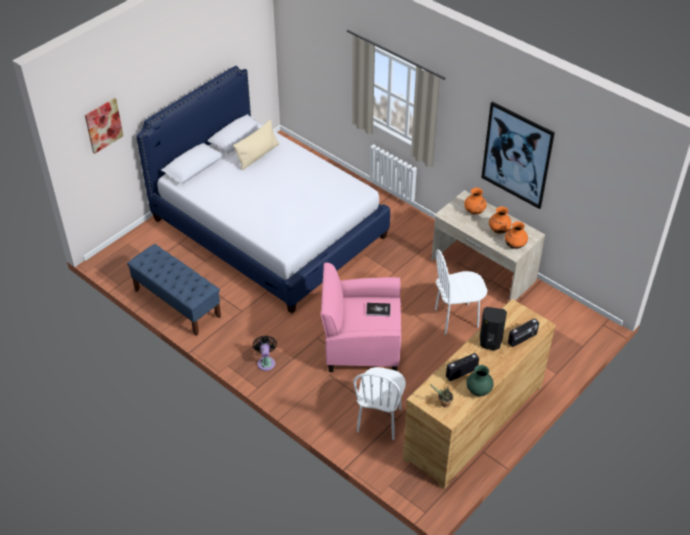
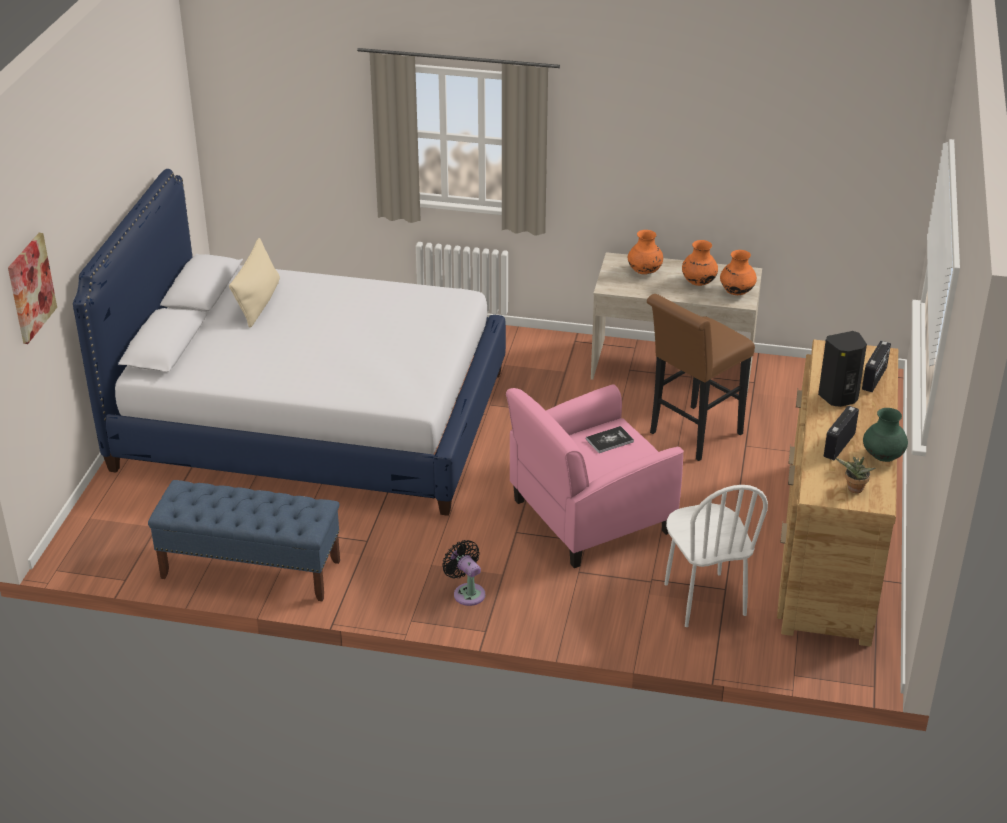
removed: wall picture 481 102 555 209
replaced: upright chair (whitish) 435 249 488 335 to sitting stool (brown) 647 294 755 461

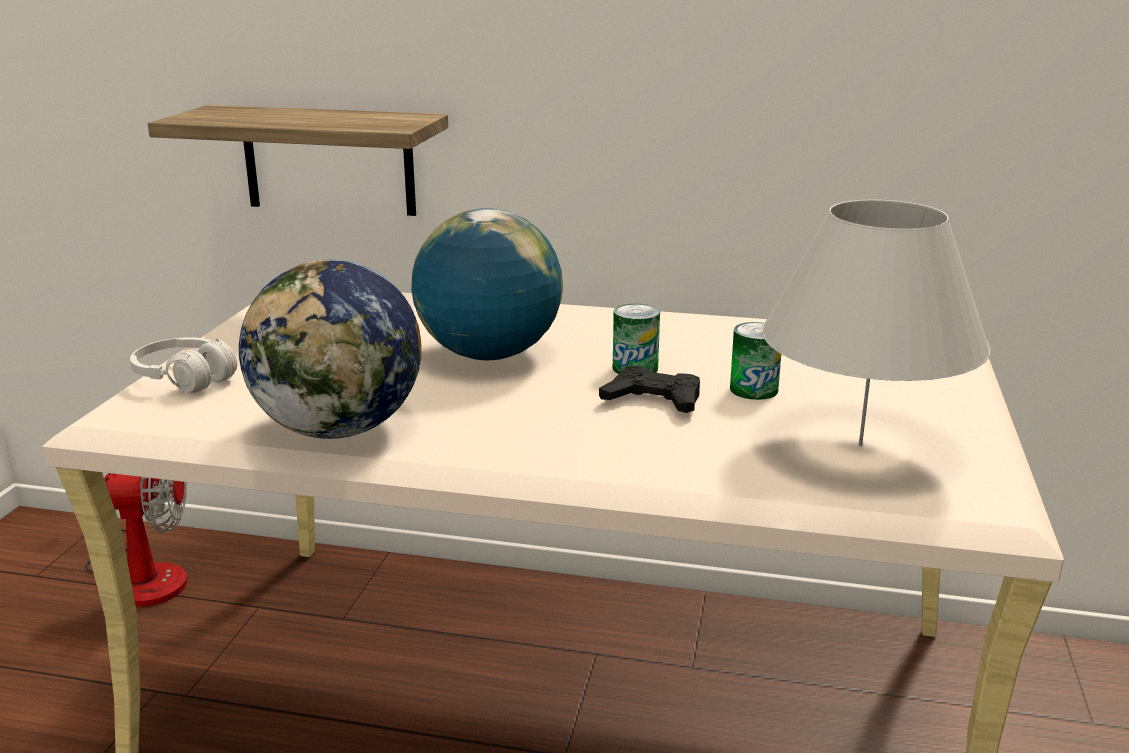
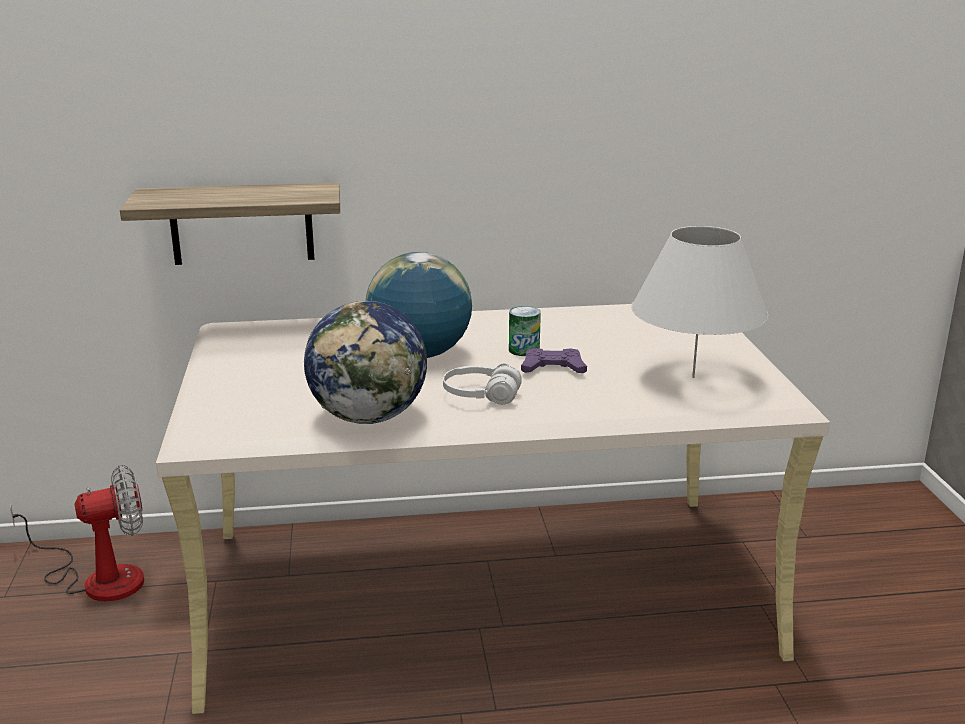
removed: sealed can 730 322 781 400
moved: pair of headphones (whitish) 130 337 237 393 to 443 364 522 405
recoloured: gamepad (black) 599 366 700 413 to gamepad (purple) 521 348 587 373

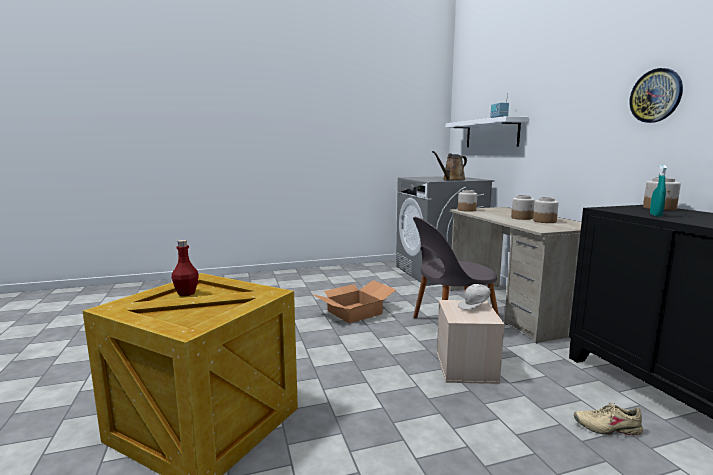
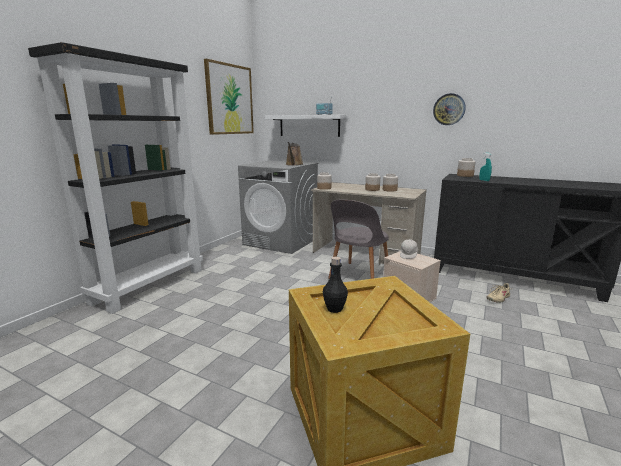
removed: packing box 312 280 396 324
added: bookcase (black) 28 42 203 314; wall picture 204 59 254 135
recoloured: bottle (red) 172 240 199 296 to bottle (black) 323 257 348 313

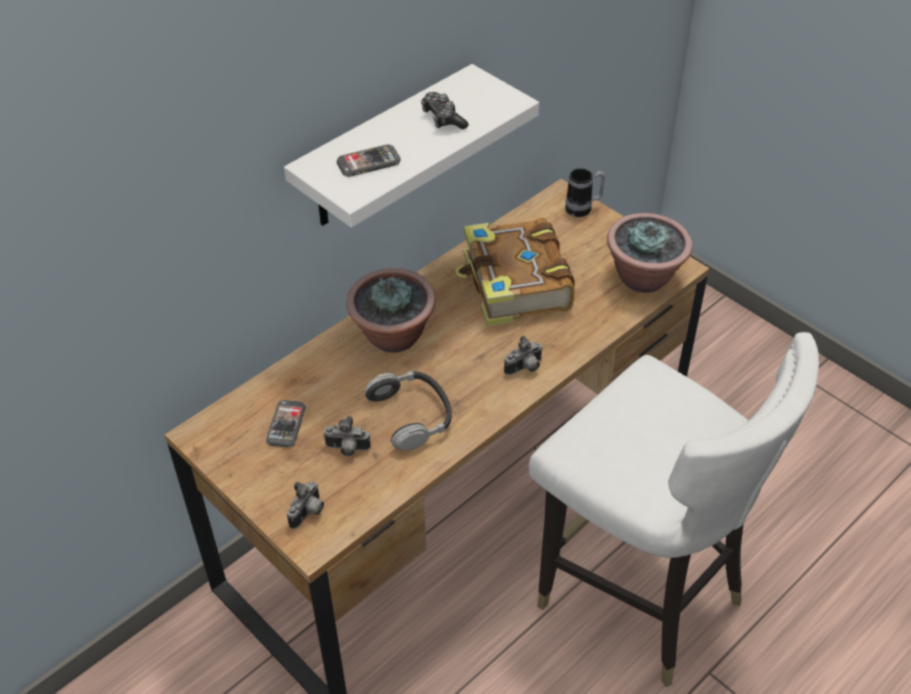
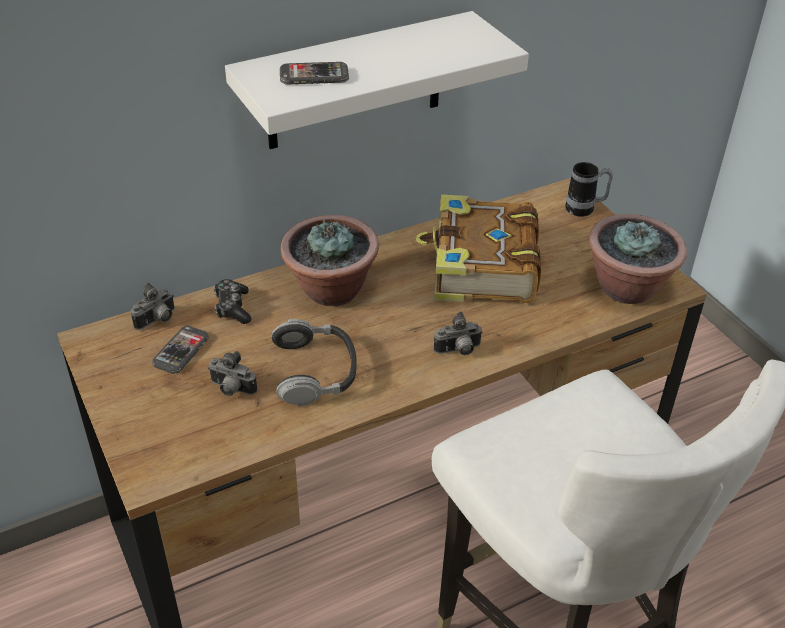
moved: still camera 287 481 324 529 to 131 283 175 330; gamepad 421 92 469 130 to 213 279 251 324

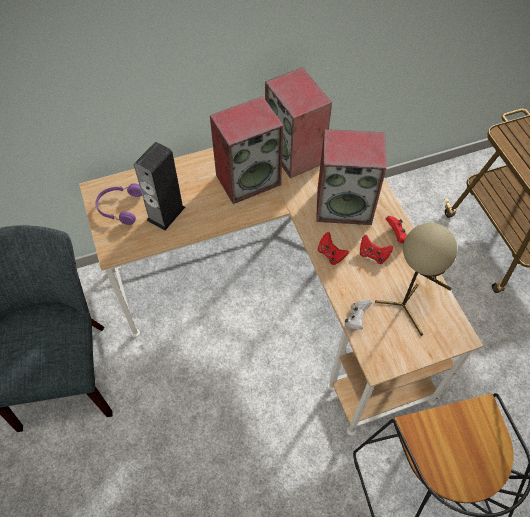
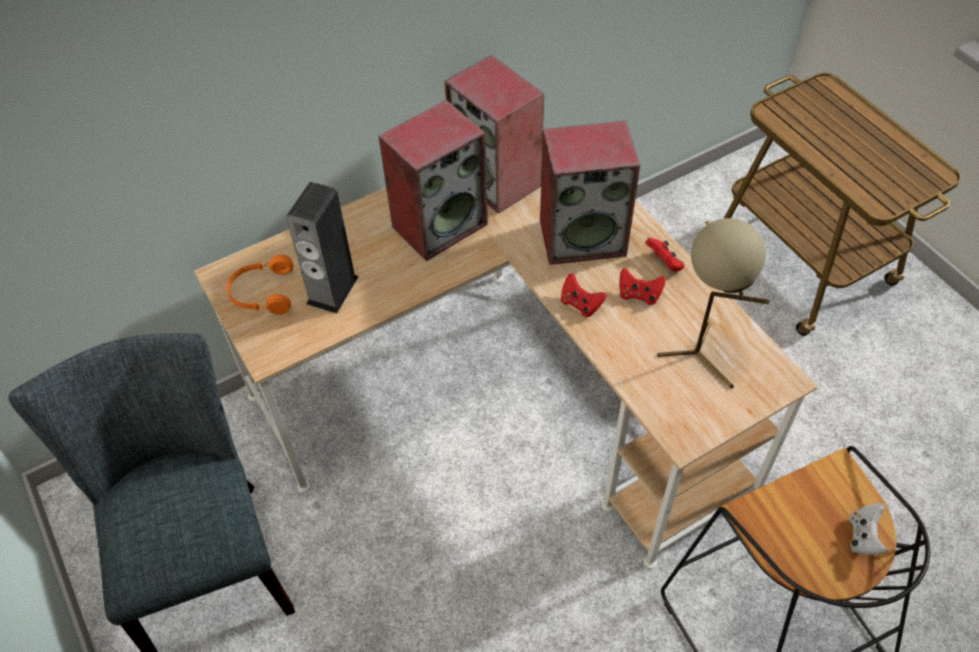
moved: gamepad (whitish) 345 299 372 330 to 849 503 887 555
recoloured: pair of headphones (purple) 96 183 142 225 to pair of headphones (orangey) 226 255 293 315

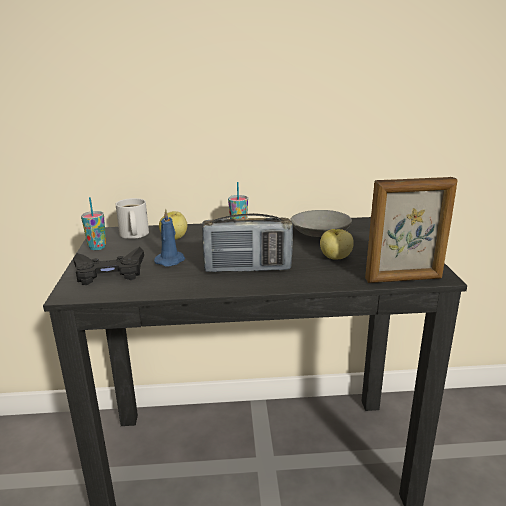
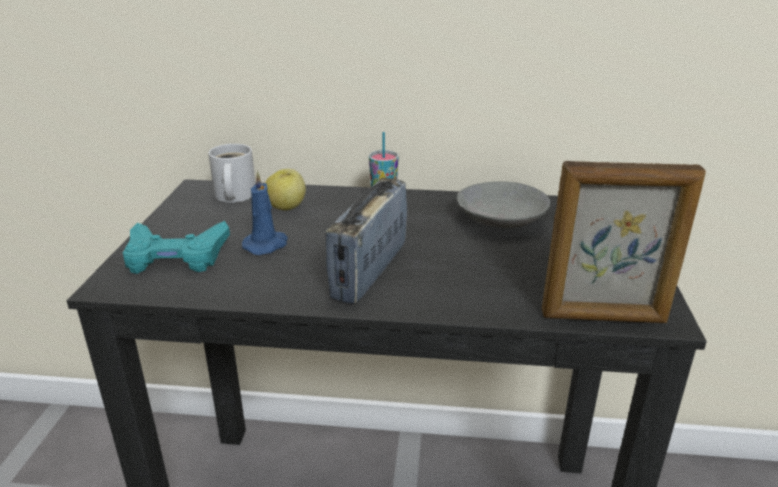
removed: cup 81 197 106 250; apple 320 229 354 260
recoloured: gamepad (black) 73 247 144 285 to gamepad (turquoise-coloured) 123 221 230 274
turned: radio 202 213 293 273 = 326 178 407 304 105 degrees clockwise

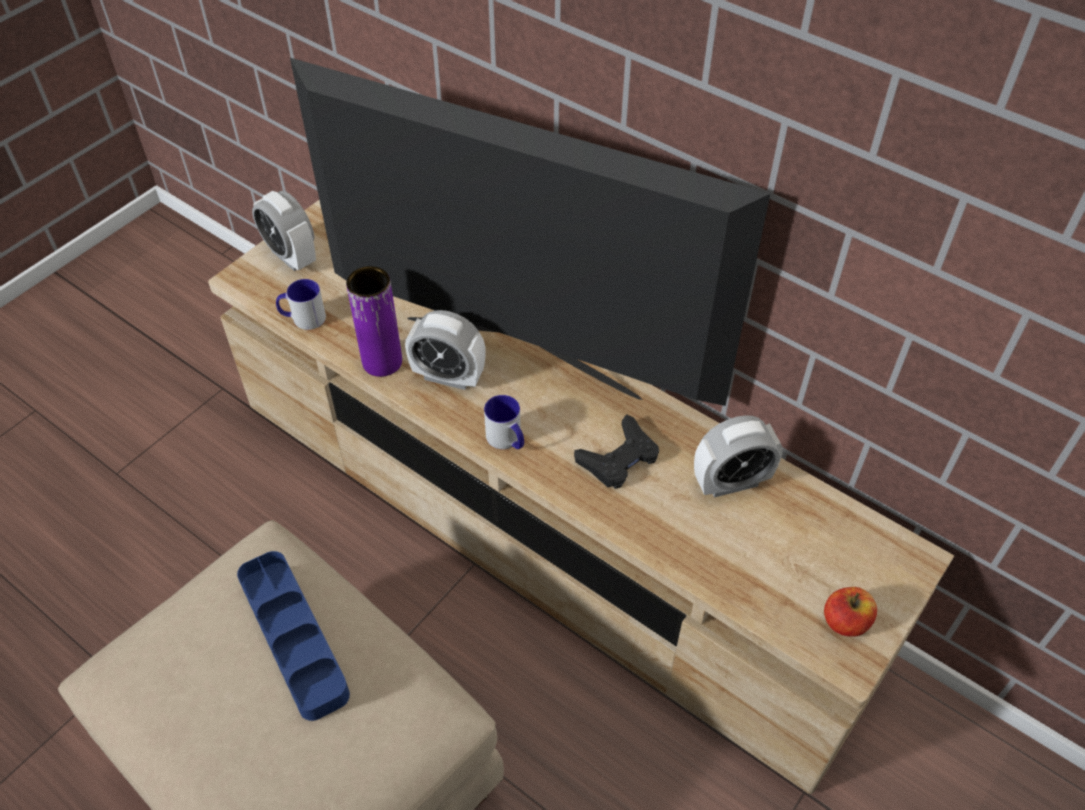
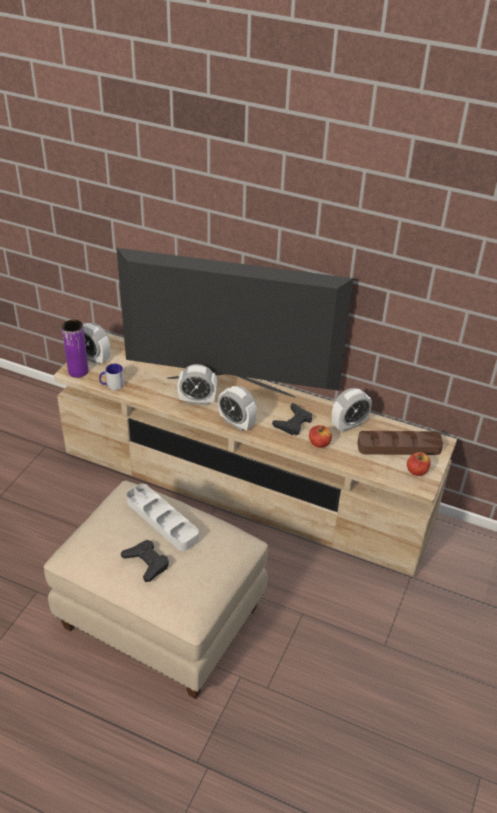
added: gamepad (black) 121 540 169 582; apple 309 425 332 448; carrying tray (brown) 357 431 443 455
moved: flower vase (purple) 346 266 402 377 to 62 320 89 378
replaced: coffee mug 484 395 524 449 to bedside clock 218 386 257 431
recoloured: carrying tray (blue-coloured) 237 551 350 721 to carrying tray (grey) 126 484 199 551

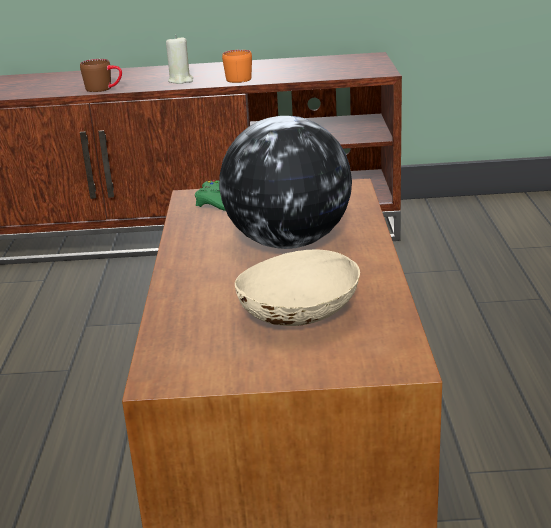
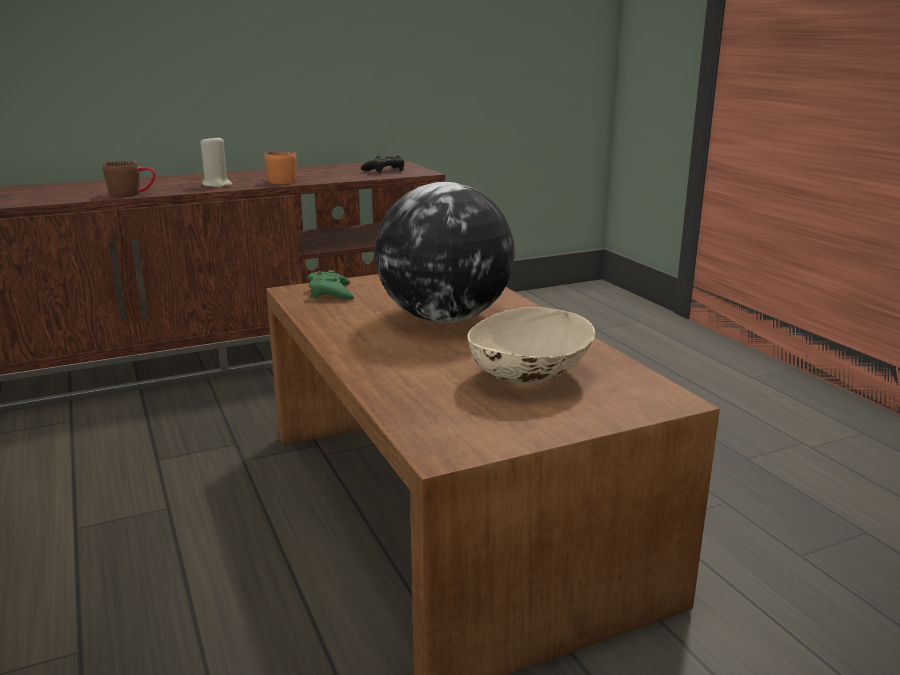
added: gamepad (black) 361 156 404 173

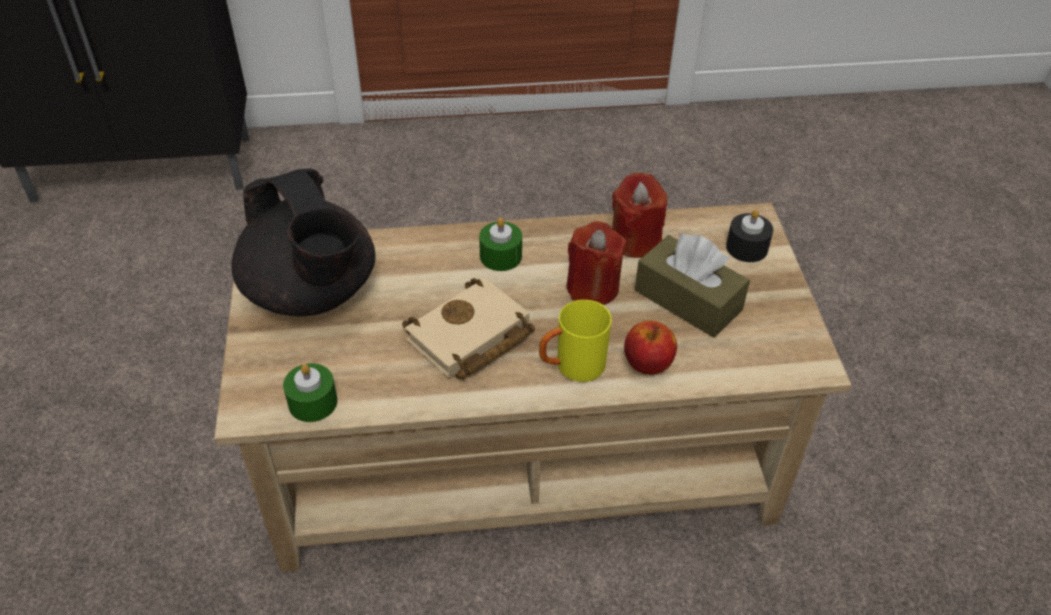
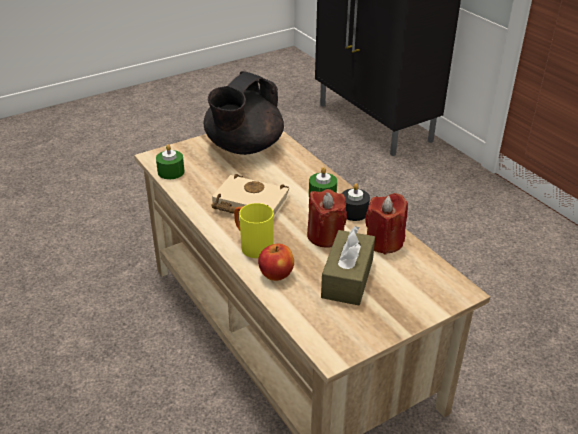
moved: wax light (black) 726 209 773 262 to 342 183 370 221

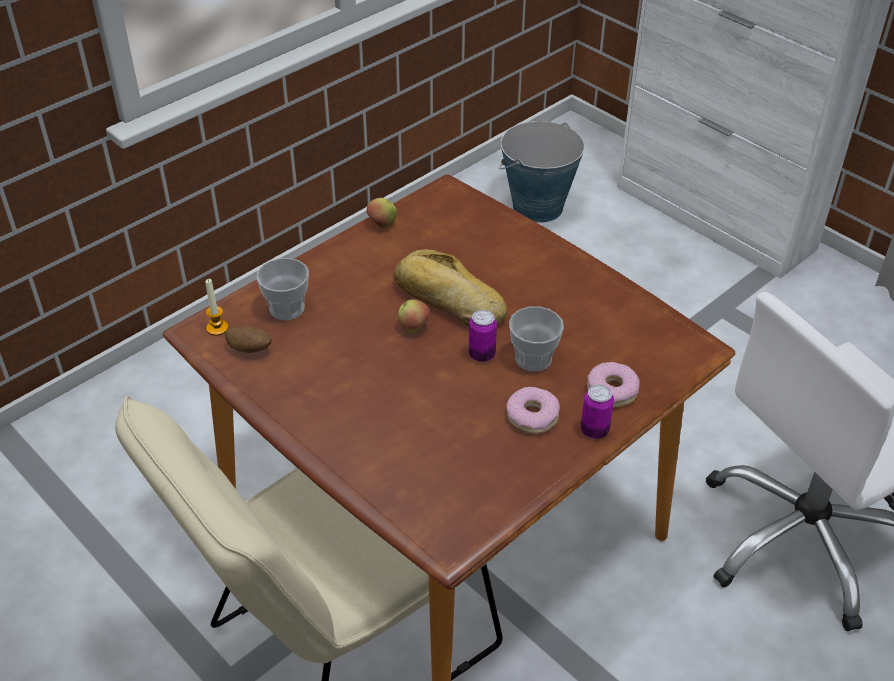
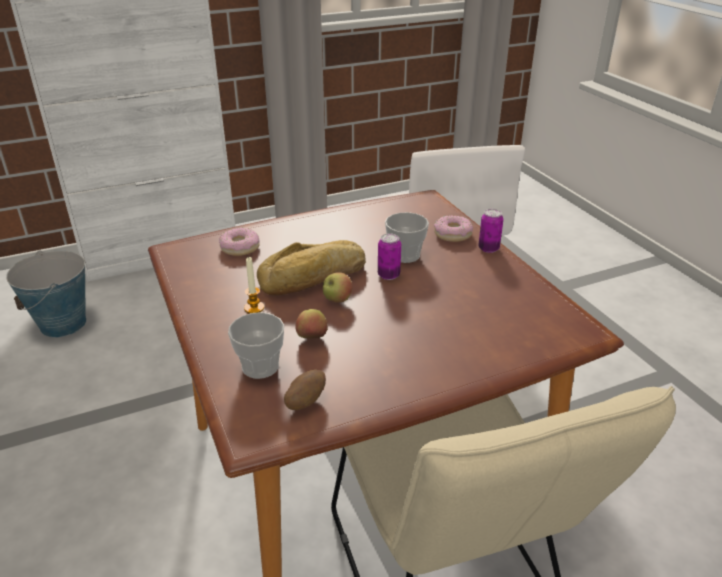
moved: wax light 206 279 228 336 to 244 257 264 314; apple 366 198 397 228 to 295 309 328 339; doughnut 506 387 560 434 to 219 227 260 256

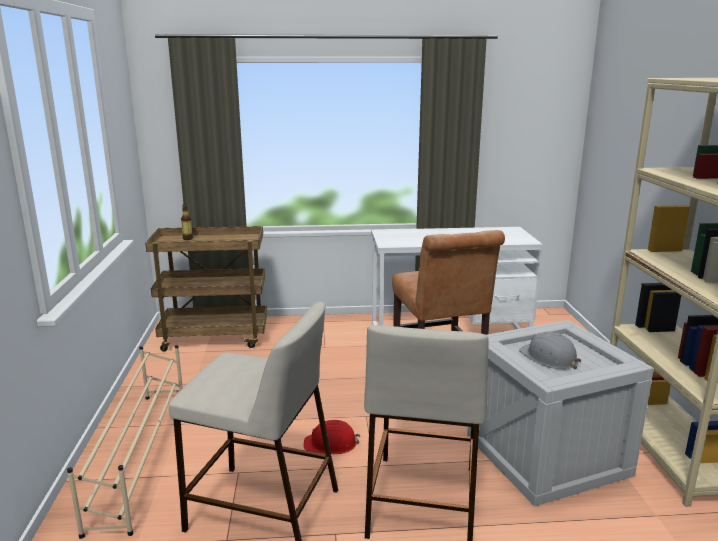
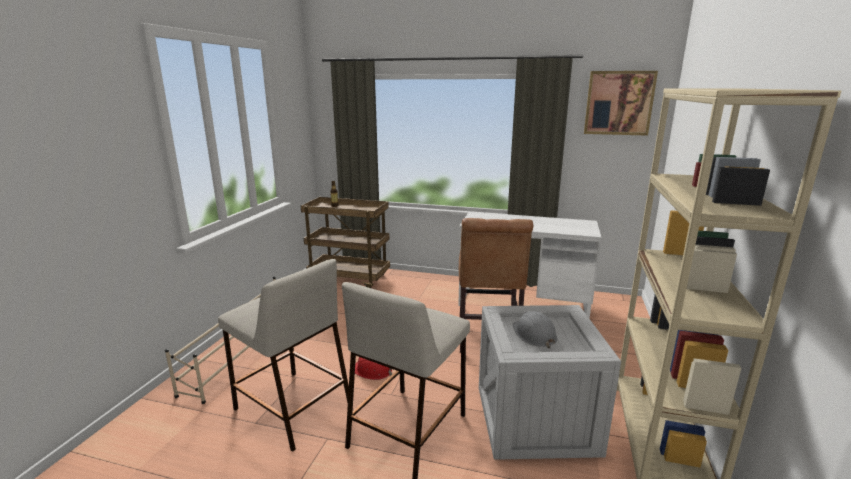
added: wall picture 584 71 658 136

